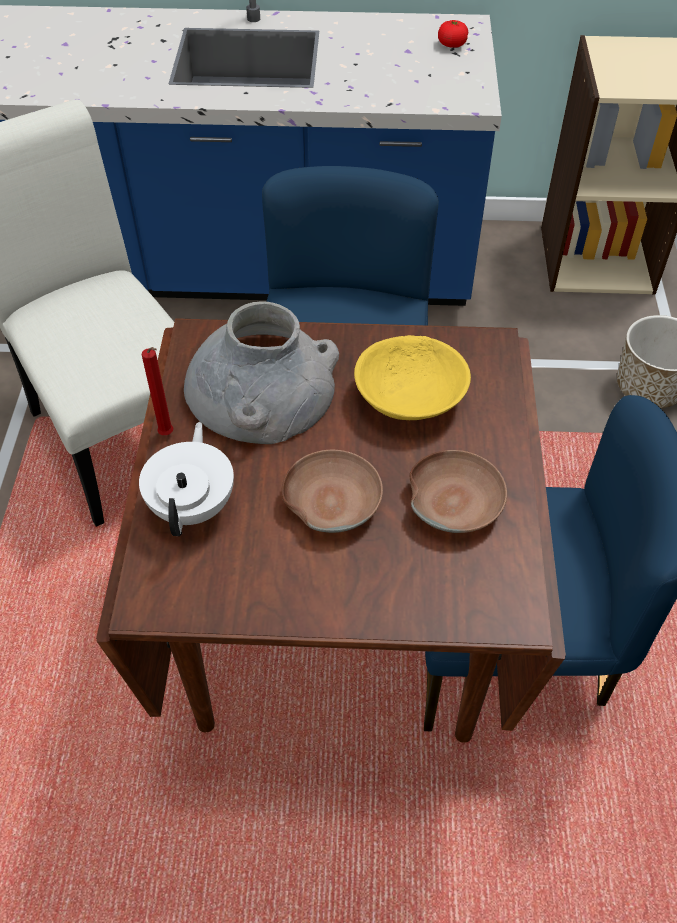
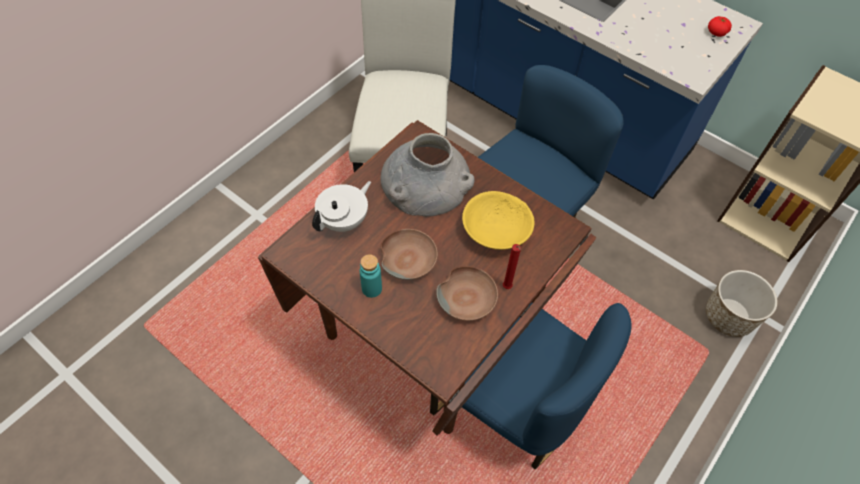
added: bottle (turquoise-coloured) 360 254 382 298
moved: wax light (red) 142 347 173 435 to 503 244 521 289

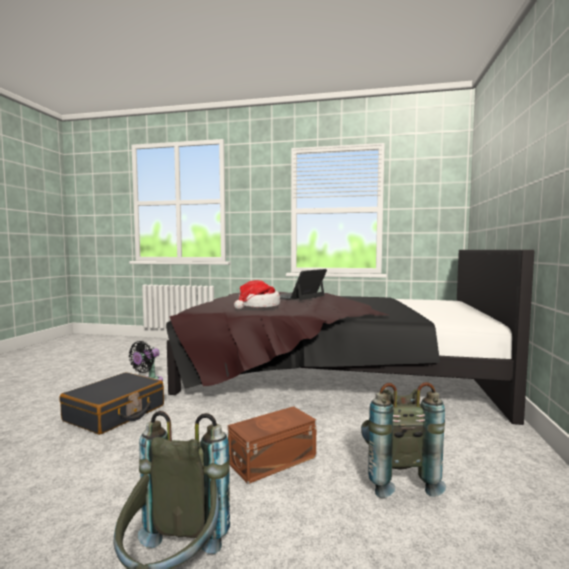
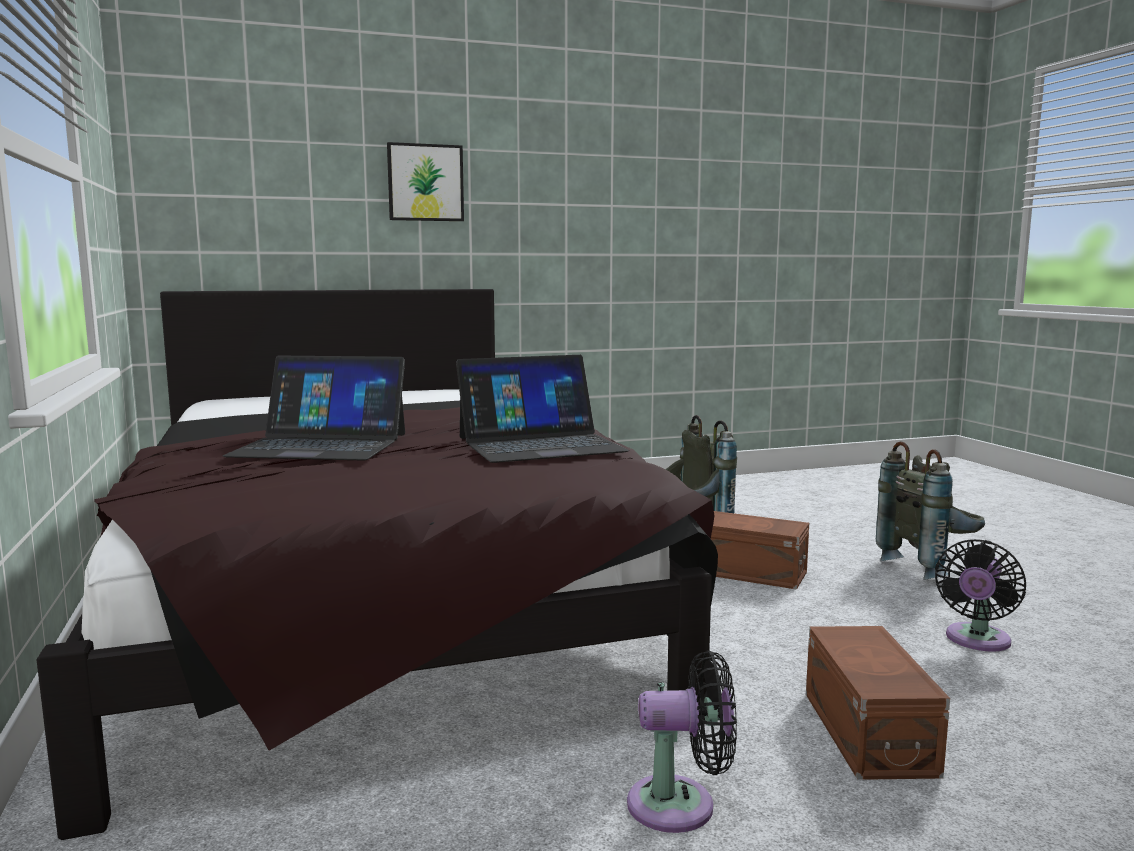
added: wall picture 387 142 464 221; cooling fan (black) 935 539 1026 652
replaced: travel case (black) 60 372 164 435 to storage bin (brown) 806 626 950 780; wearable hat 234 280 280 310 to notebook computer 456 355 629 463

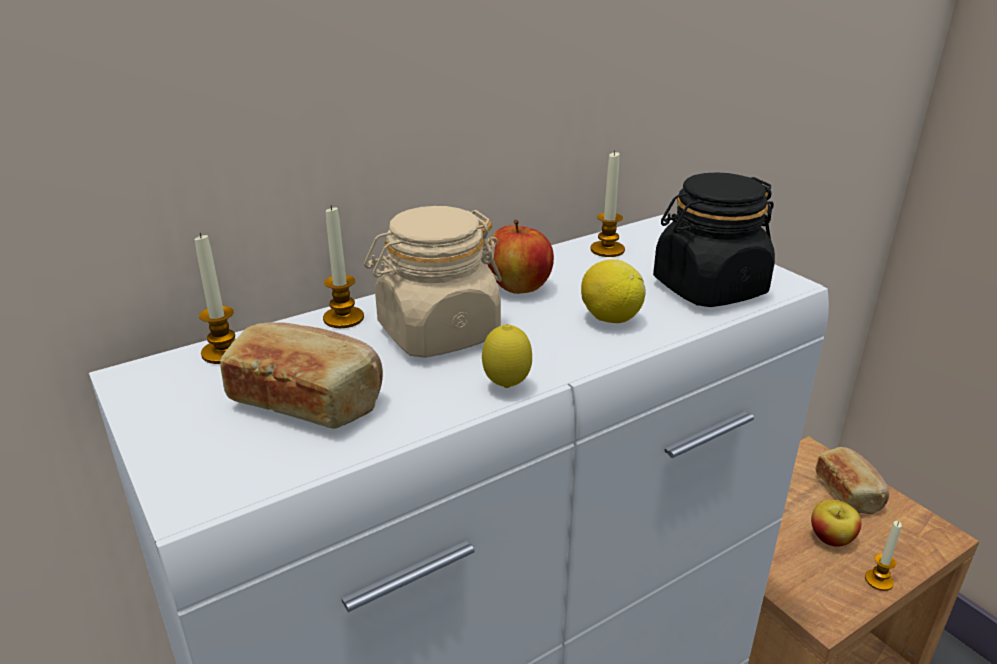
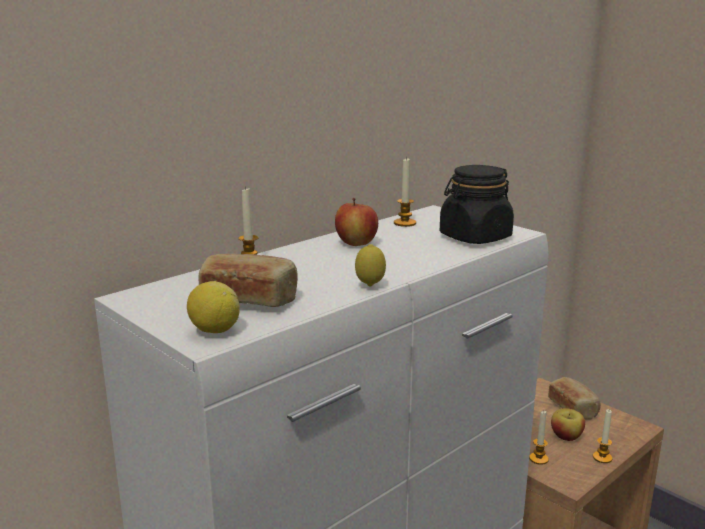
removed: storage jar (beige) 364 206 502 358
moved: wax light 195 232 236 364 to 529 411 549 465; citrus fruit 581 259 646 323 to 187 281 240 333

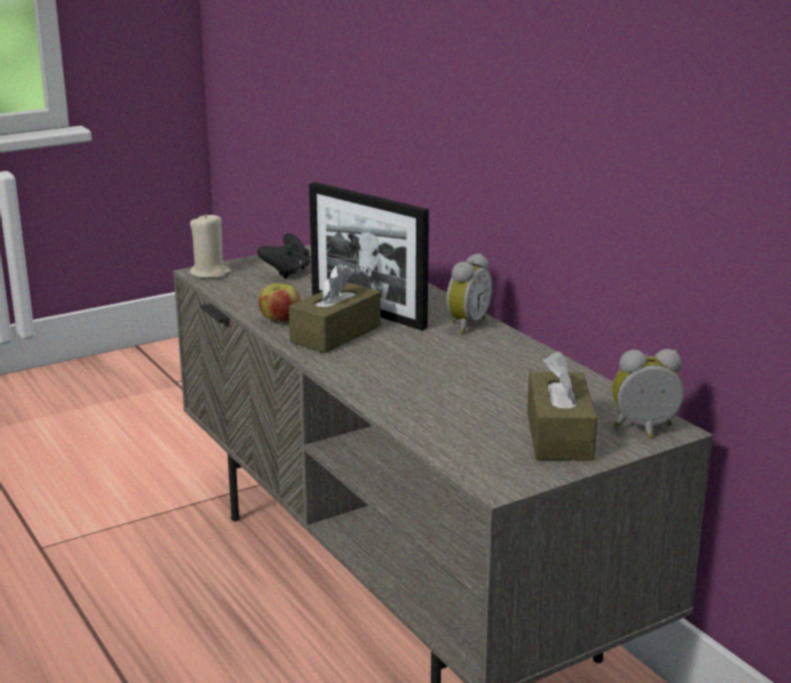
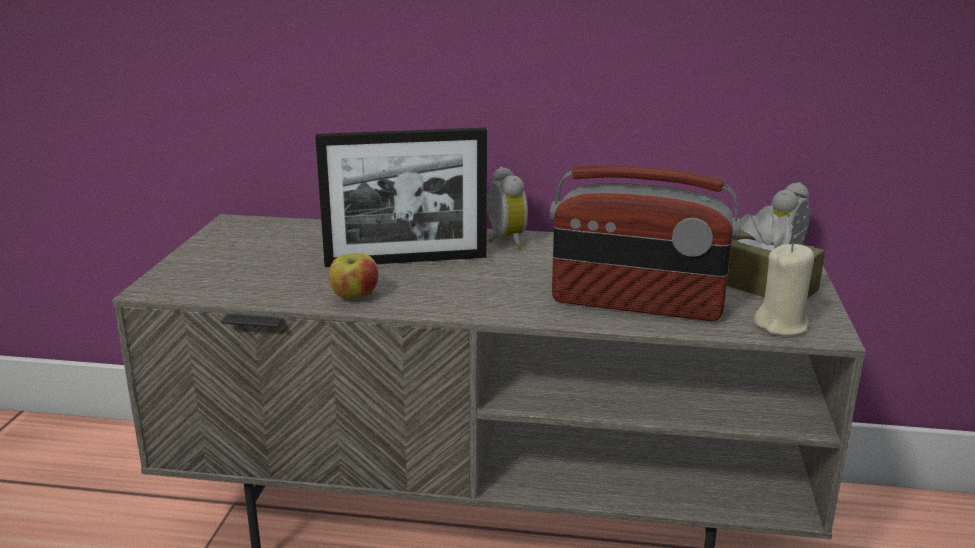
removed: gamepad (black) 257 233 310 279; box of tissues (brown) 289 263 381 353
added: radio 550 165 741 321
moved: wax light (beige) 190 213 231 278 to 753 243 814 335

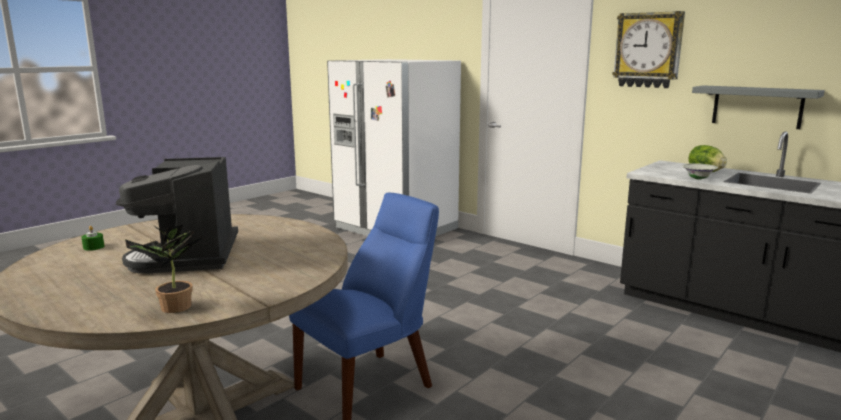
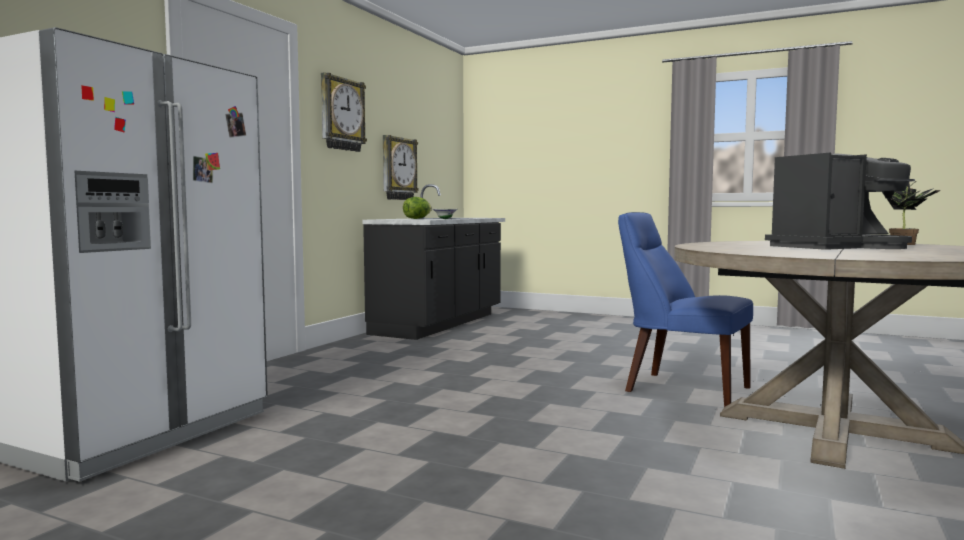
removed: wax light (green-coloured) 81 226 104 251
replaced: wall shelf (grey) 692 85 825 129 to wall clock 383 135 419 200

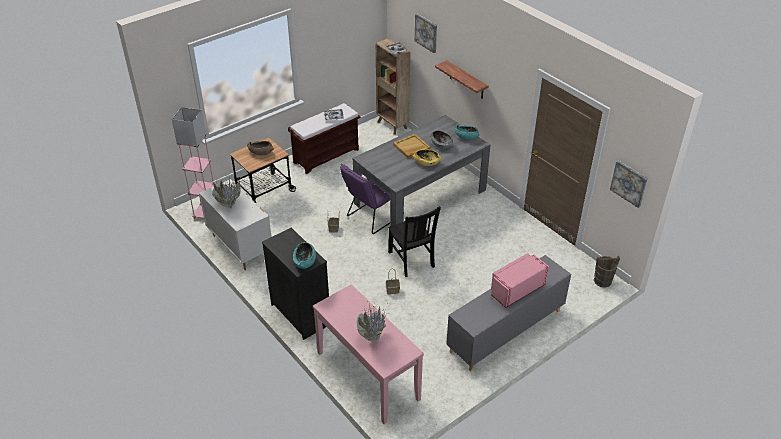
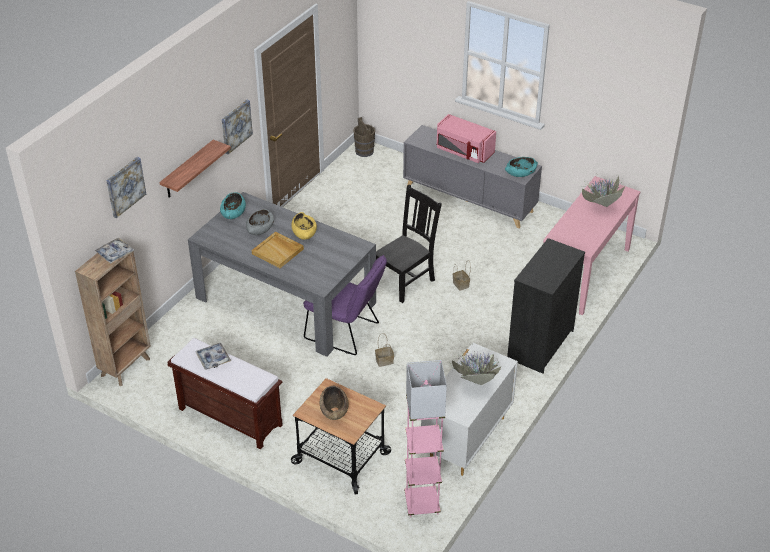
moved: serving bowl (turquoise-coloured) 293 242 316 269 to 505 157 538 177; wall picture 610 161 648 208 to 222 100 253 154

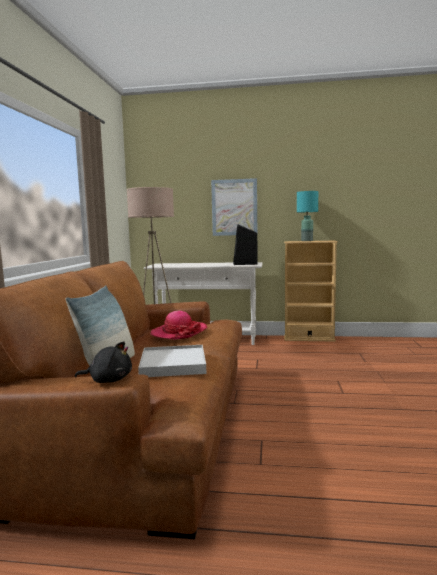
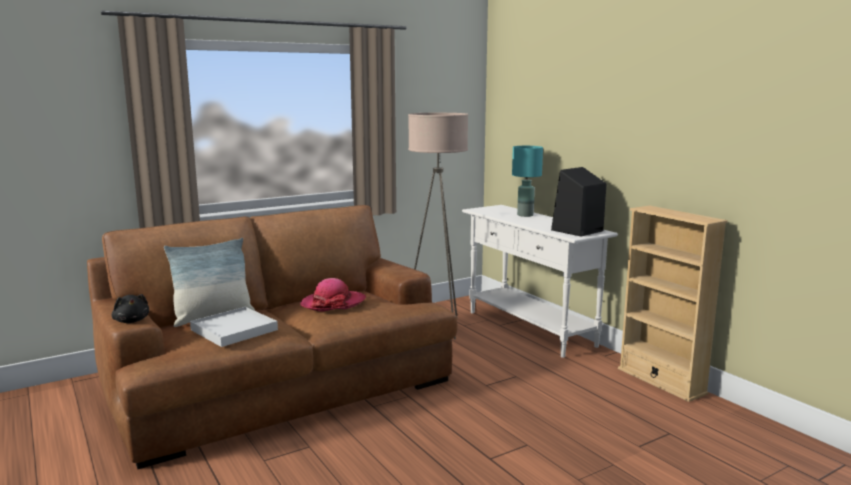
removed: wall picture 211 178 257 236
moved: lamp for a table (turquoise-coloured) 297 191 318 241 to 512 146 543 217

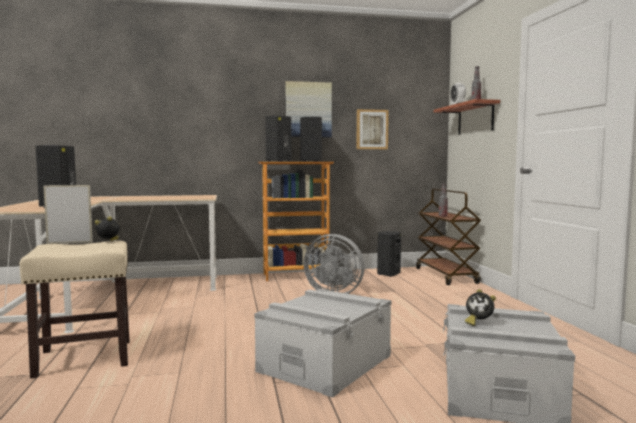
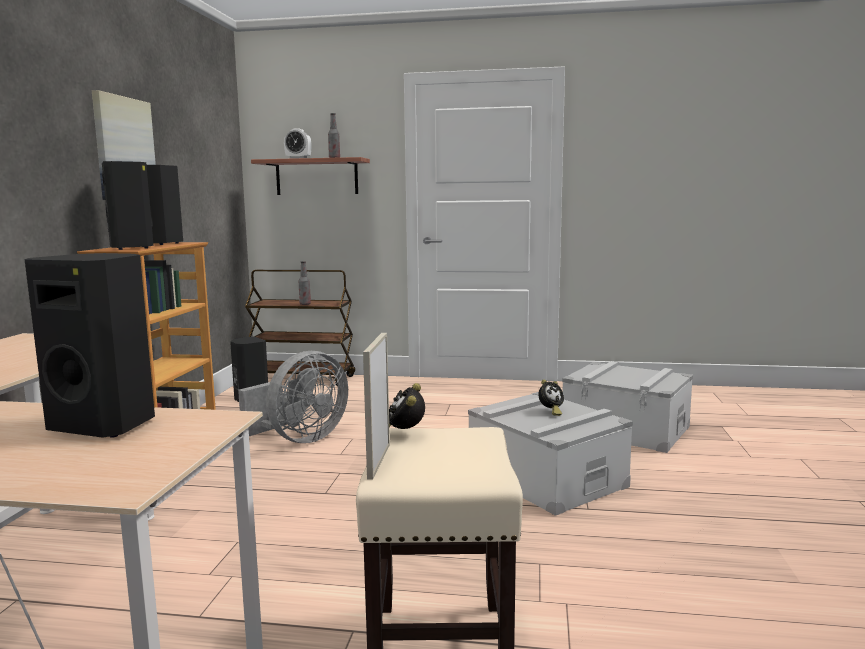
removed: wall picture 356 109 389 149
moved: bedside clock 465 289 496 326 to 538 380 564 416

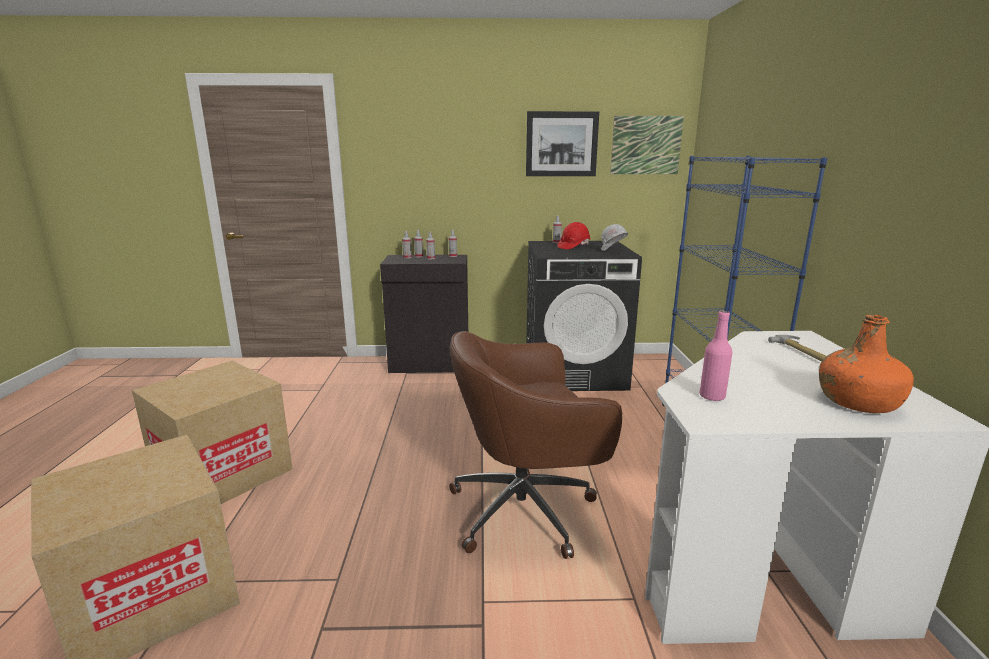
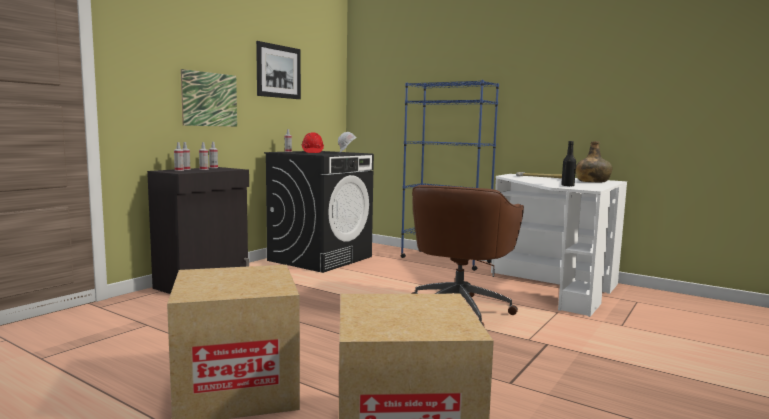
moved: wall picture 610 116 684 174 to 181 69 237 127
recoloured: bottle (pink-coloured) 700 311 732 401 to bottle (black) 561 141 576 186; bottle (orangey) 819 315 914 413 to bottle (green-coloured) 576 141 613 183

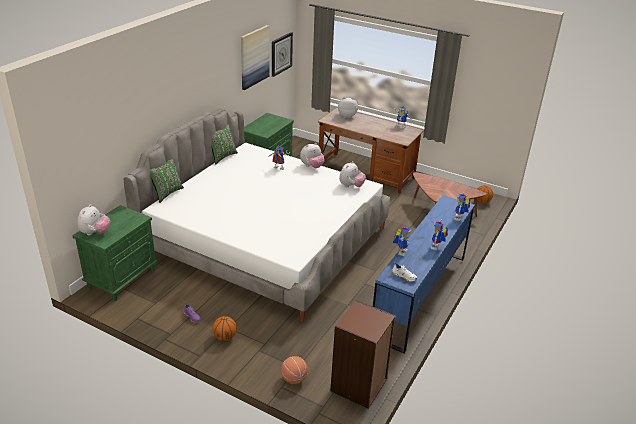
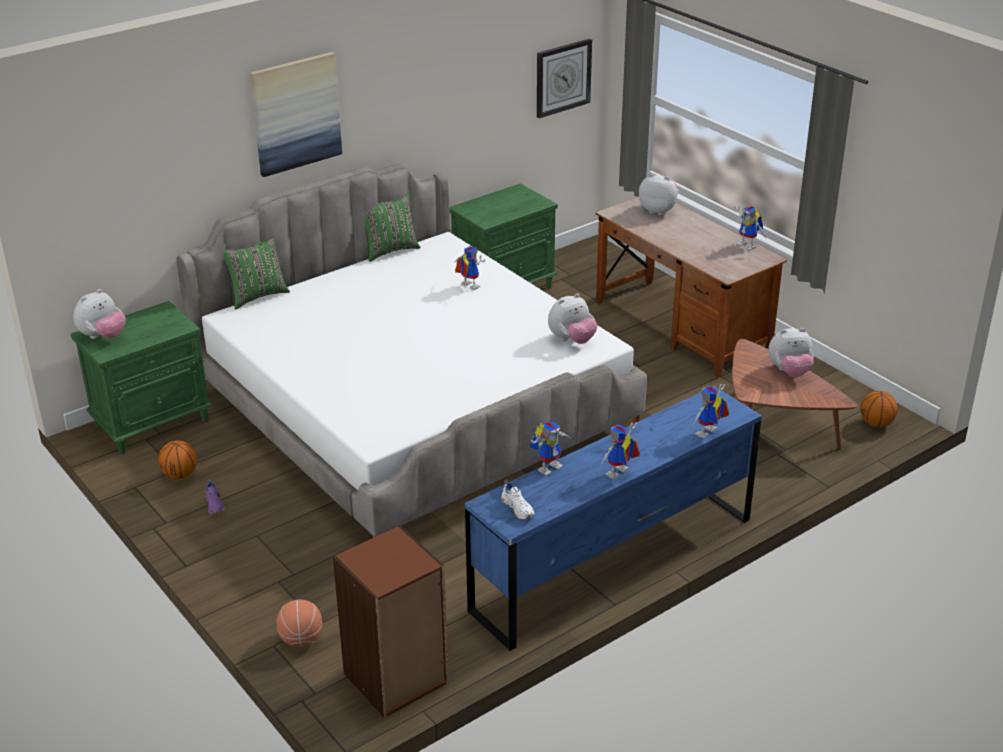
moved: basketball 212 316 237 341 to 158 440 197 479; wall picture 241 25 270 90 to 250 52 342 177; cuddly toy 300 143 325 168 to 768 328 814 377

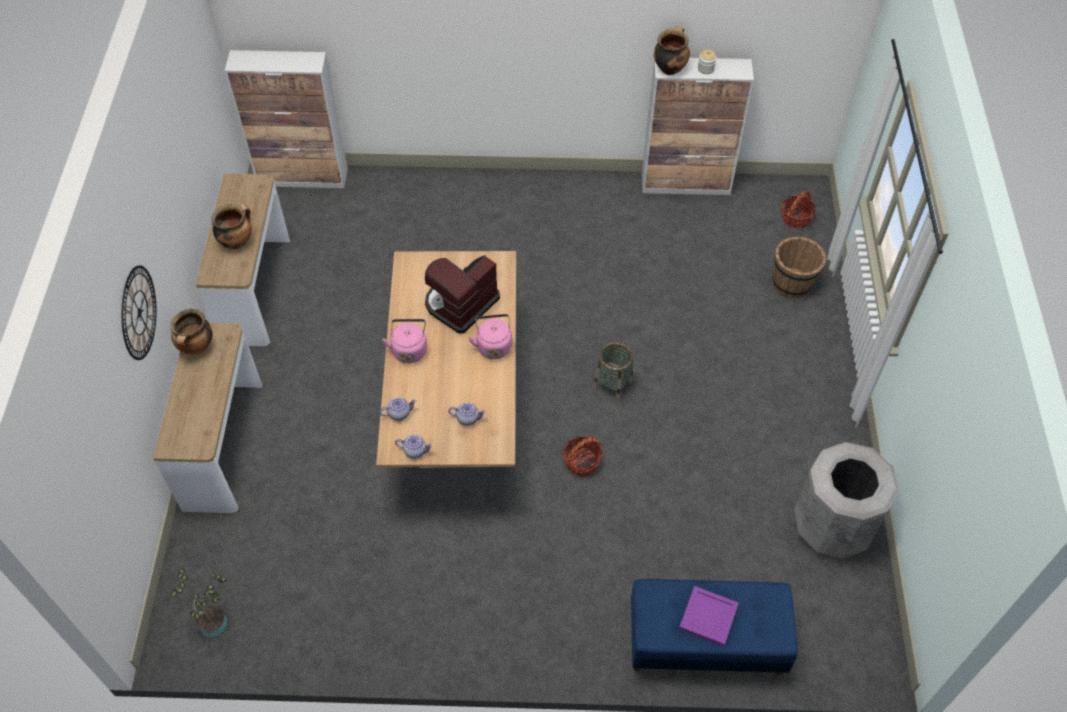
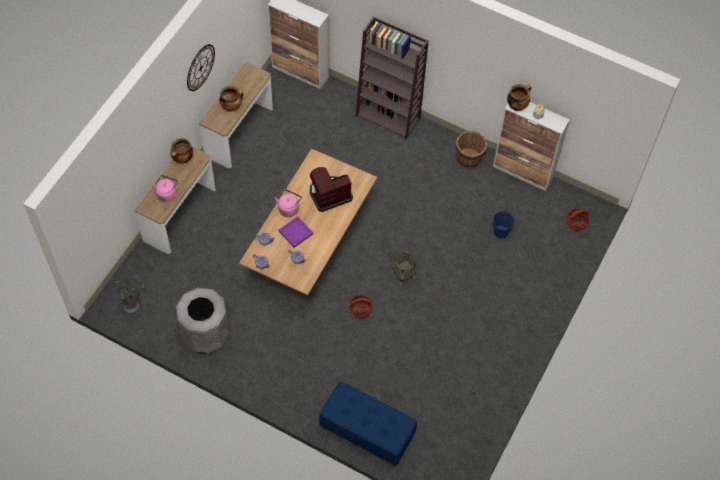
added: bookcase (brown) 356 16 429 139; bucket (blue-coloured) 493 211 515 239
moved: wall clock 121 265 157 360 to 187 44 215 91; kettle (pink-coloured) 468 314 512 359 to 151 175 178 202; carrying tray (purple) 679 586 739 647 to 279 216 313 248; bucket (brown) 773 236 826 299 to 456 131 487 168; waste bin (grey) 794 442 899 559 to 176 288 229 353

